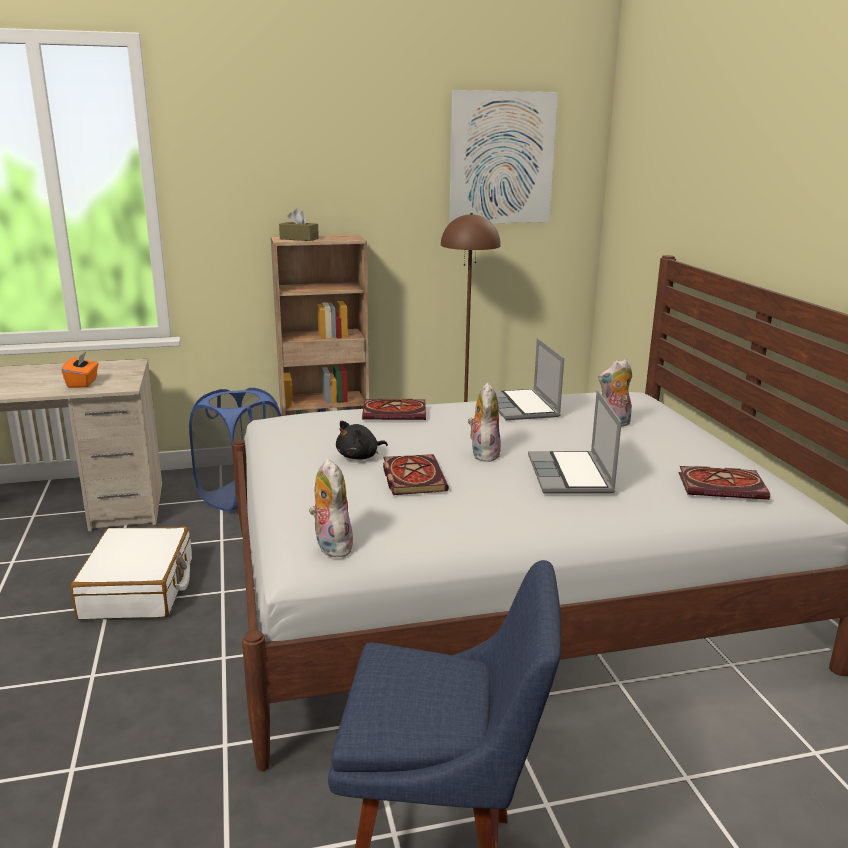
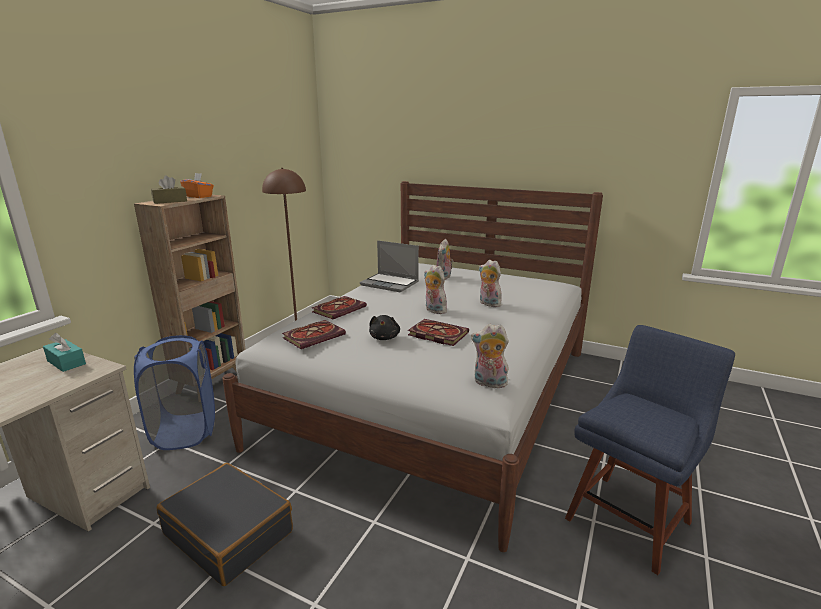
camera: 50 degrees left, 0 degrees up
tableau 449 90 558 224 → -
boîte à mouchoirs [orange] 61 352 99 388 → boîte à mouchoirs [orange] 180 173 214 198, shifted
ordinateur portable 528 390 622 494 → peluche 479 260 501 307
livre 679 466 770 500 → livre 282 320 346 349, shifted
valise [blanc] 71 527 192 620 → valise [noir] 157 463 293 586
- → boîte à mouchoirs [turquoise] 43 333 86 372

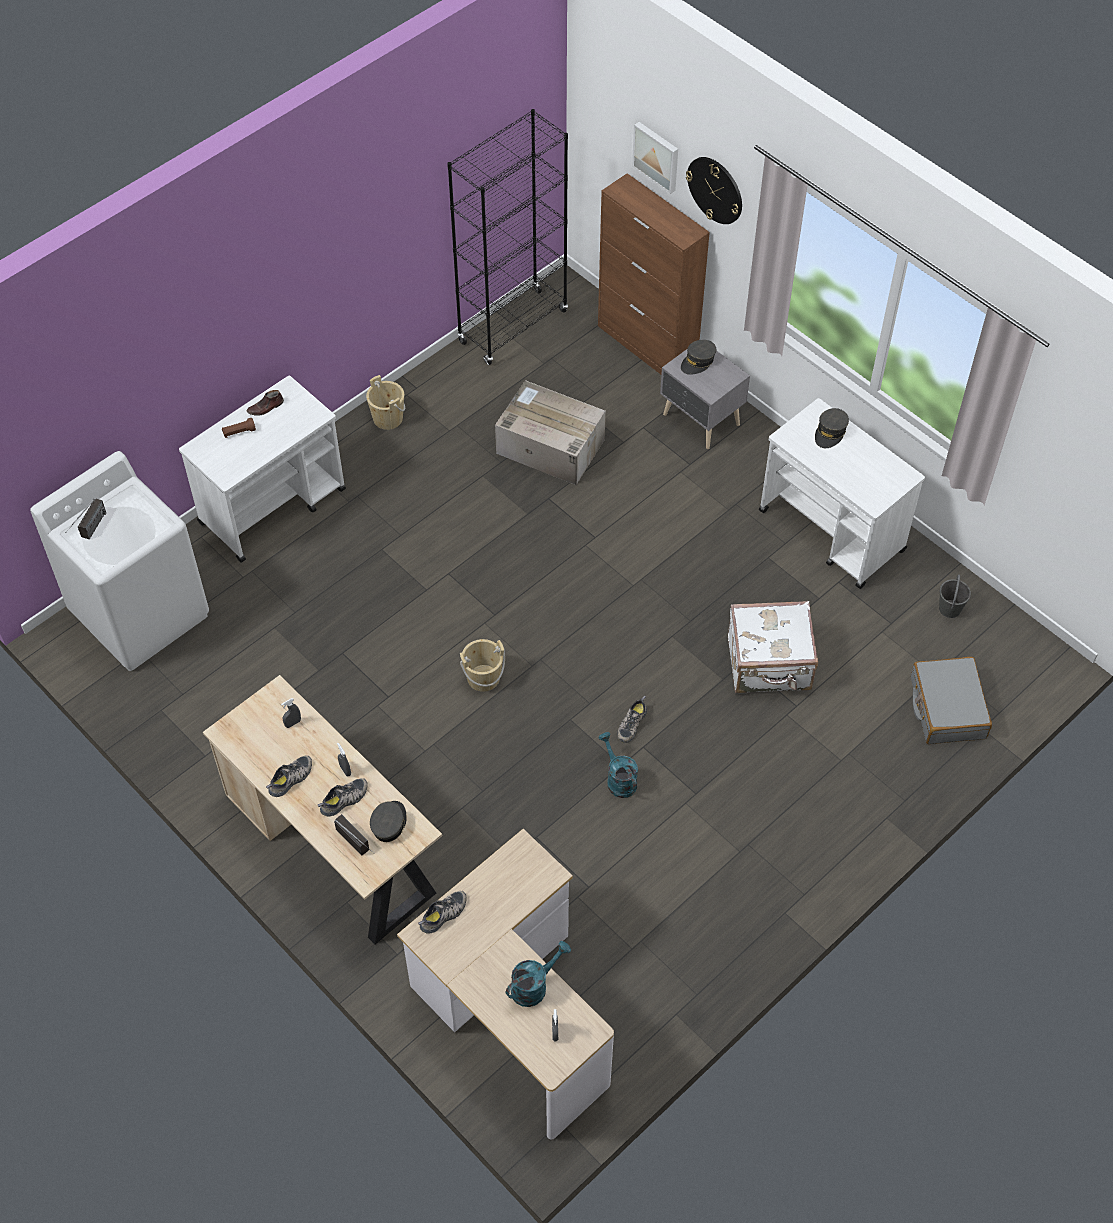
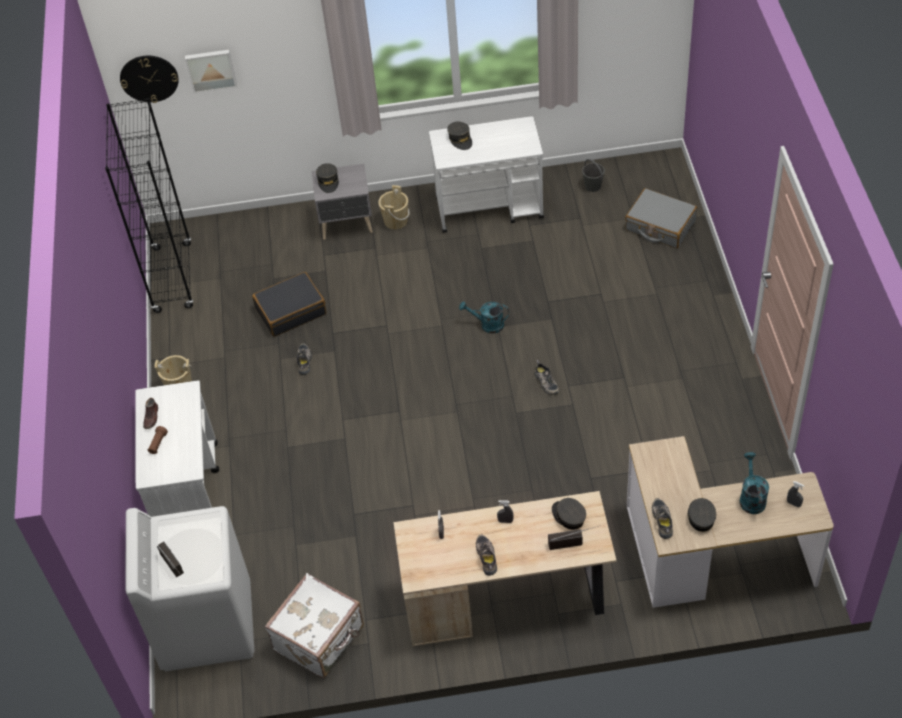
camera: 50 degrees left, 5 degrees down
horloge murale 686 157 742 224 → horloge murale 120 56 178 103, shifted
meuble de rangement [marron] 598 173 710 374 → -
carton 495 380 606 485 → valise [noir] 252 272 326 337
valise [blanc] 728 601 818 693 → valise [blanc] 265 573 364 678, shifted
seau [beige] 460 639 505 692 → seau [beige] 378 185 410 229, shifted
arrosoir [turquoise] 599 732 638 798 → arrosoir [turquoise] 459 301 509 334, shifted
chaussure 318 778 368 817 → chaussure 297 343 312 375, shifted
- → casquette [gris] 688 498 716 532

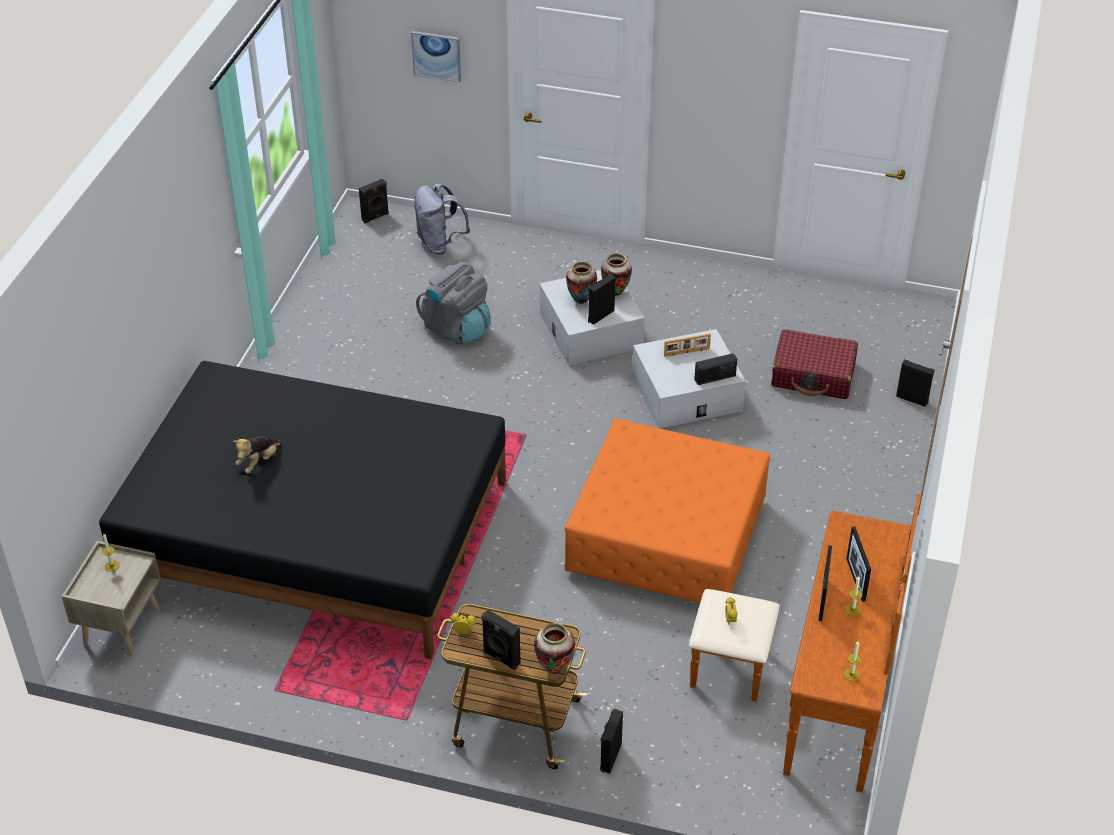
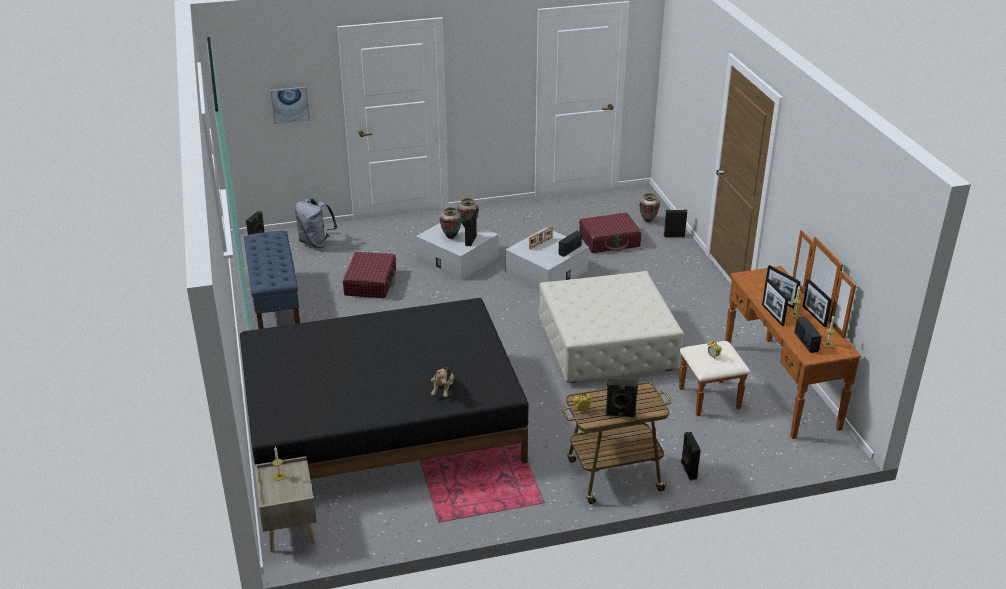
camera: 30 degrees left, 10 degrees down
sac à dos [gris] 416 262 491 345 → valise [rouge] 343 252 396 298
pouf [orange] 565 418 770 603 → pouf [beige] 539 271 684 383
peluche 233 437 282 473 → peluche 431 367 454 397, shifted
vase 534 623 575 674 → vase 639 193 660 223, shifted
- → banc [bleu] 244 231 300 329
- → cadre photo 803 279 832 327
- → radio 795 317 822 353

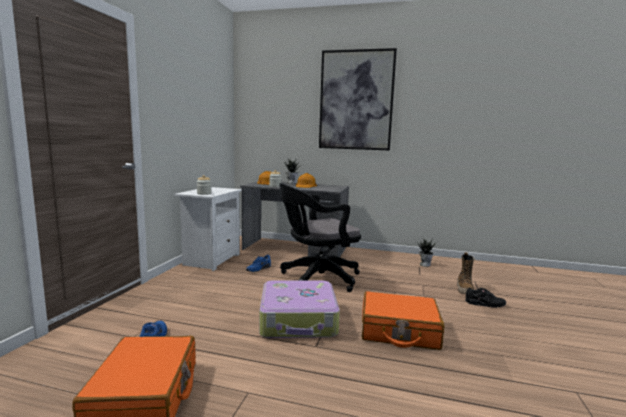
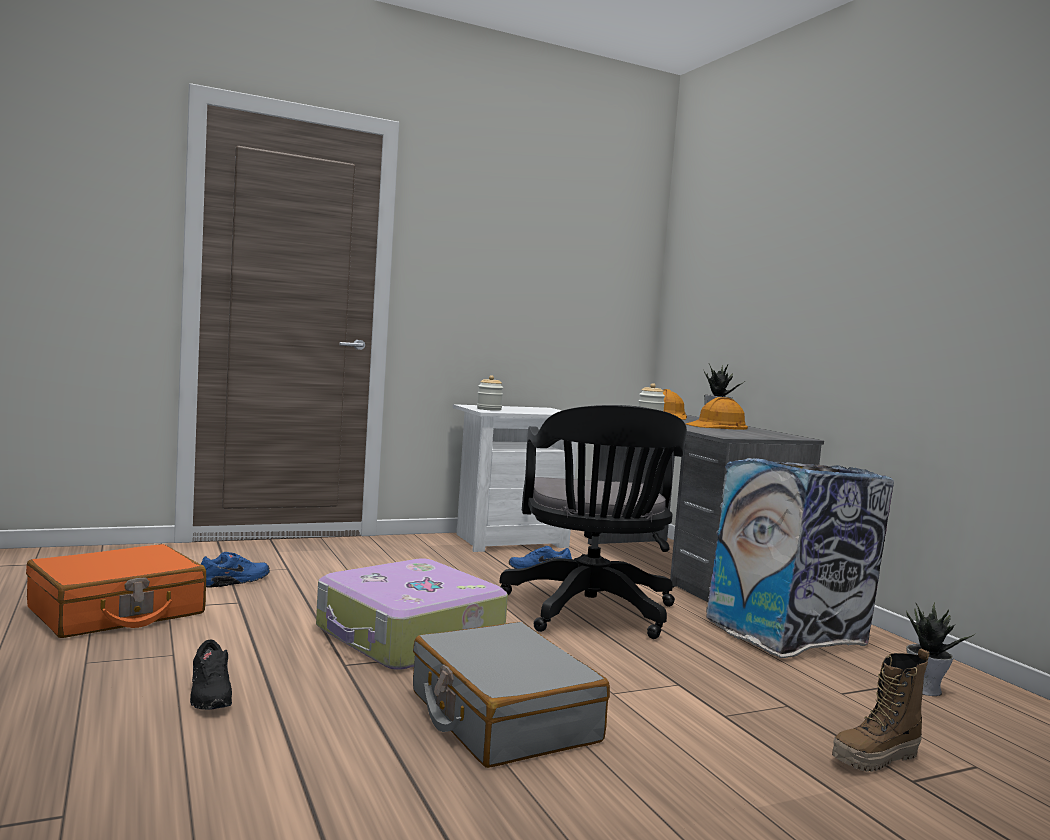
camera: 50 degrees right, 5 degrees down
tableau 319 48 397 151 → -
chaise de bureau [noir] 279 183 361 292 → chaise de bureau [noir] 499 405 687 639, 120 degrees counterclockwise
chaussure [noir] 465 288 506 308 → chaussure [noir] 190 640 232 710, shifted
valise [orange] 362 291 444 350 → valise [gris] 413 622 610 768
- → poubelle 706 458 894 658

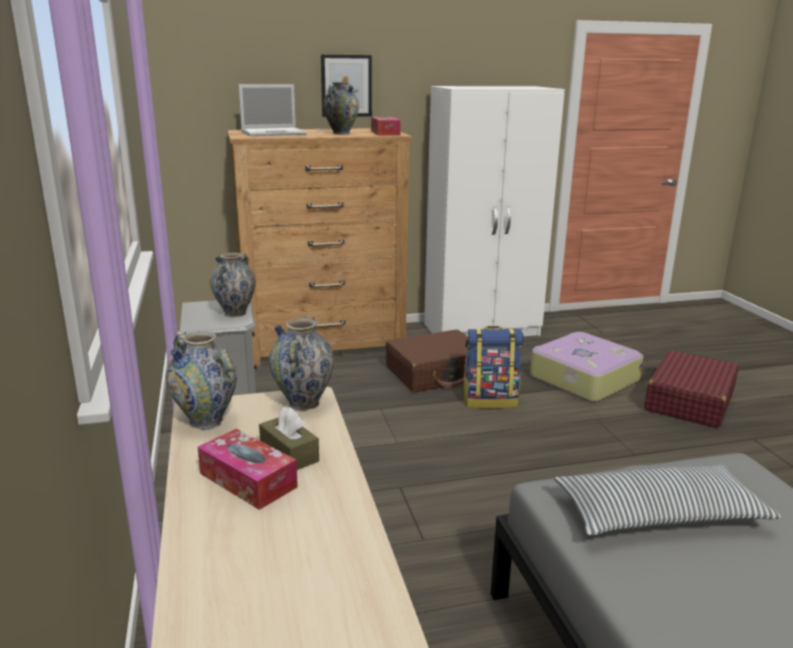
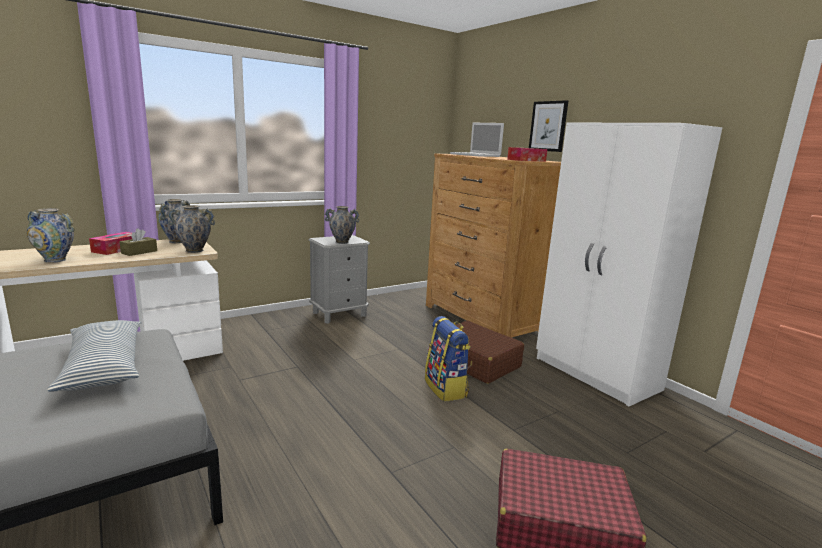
camera: 70 degrees right, 5 degrees down
vase 323 82 359 135 → vase 27 208 75 263, shifted
valise 530 332 643 402 → -

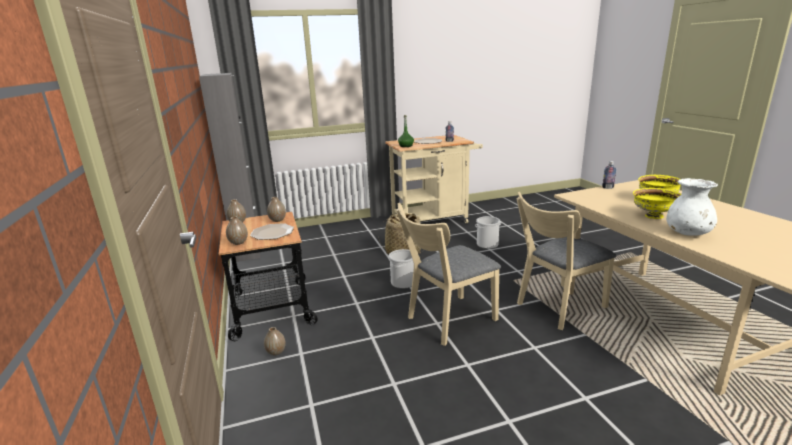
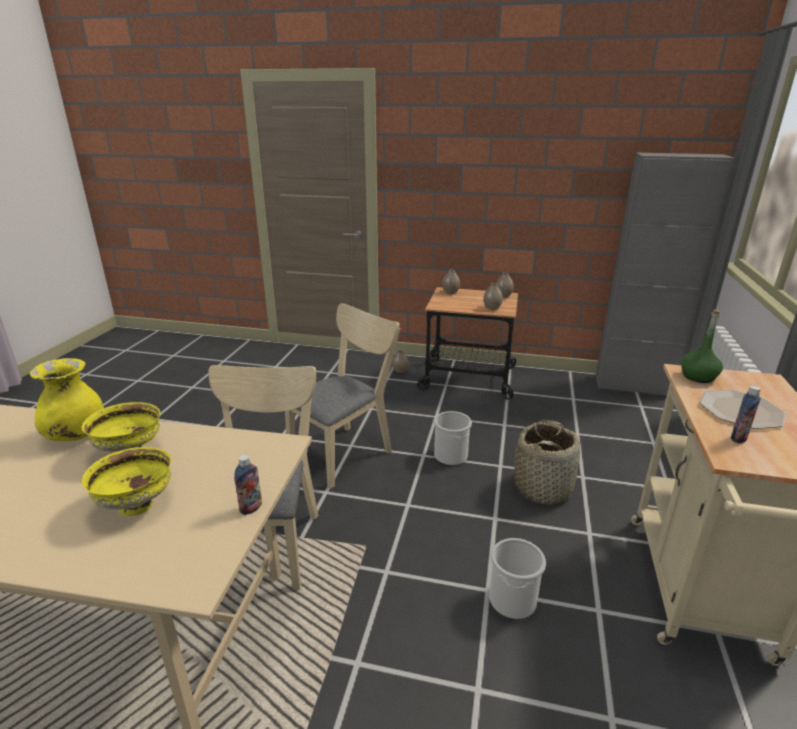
camera: 120 degrees right, 5 degrees up
vase [blanc] 666 178 718 236 → vase [jaune] 30 358 104 441
chaise [beige] 396 203 501 346 → chaise [beige] 285 303 400 488, 45 degrees clockwise
assiette 250 223 294 240 → -

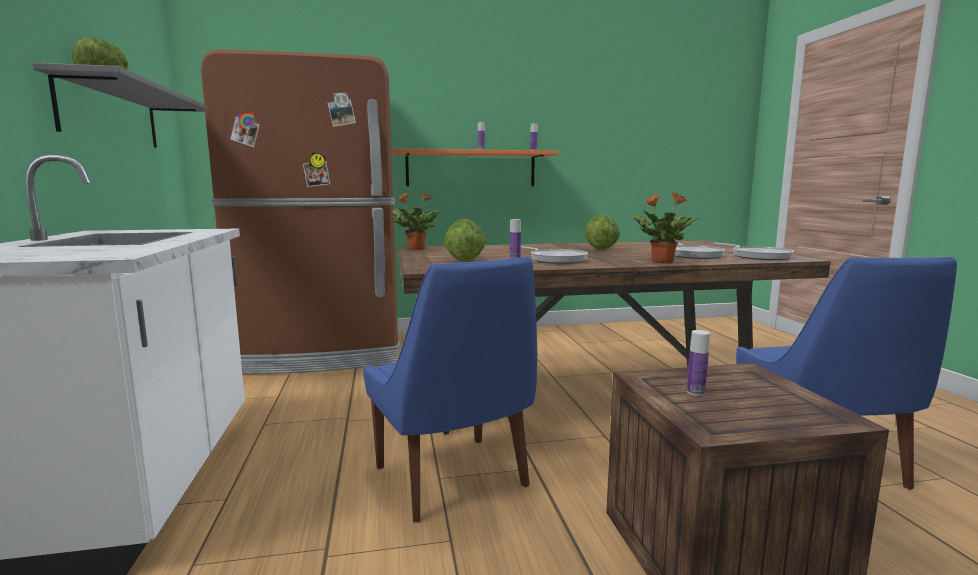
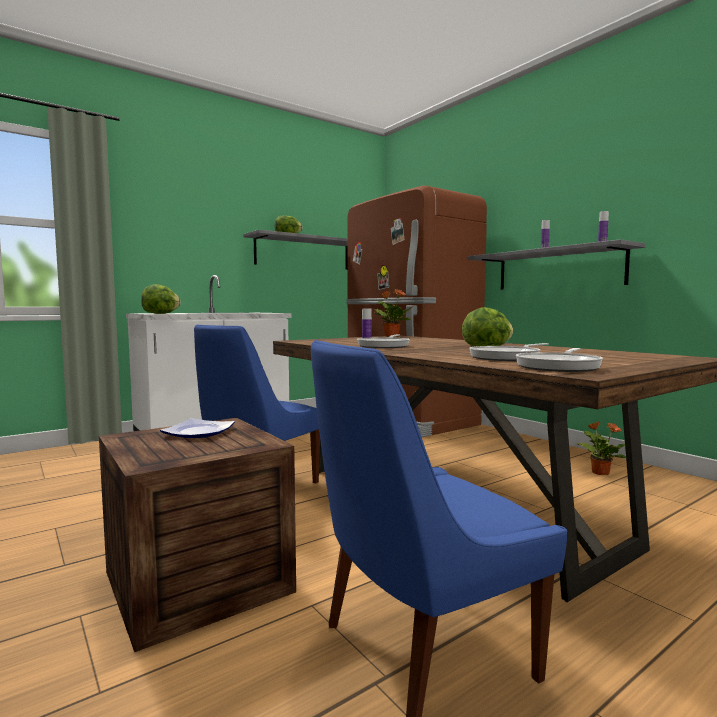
camera: 65 degrees right, 5 degrees down
étagère [orange] 392 148 559 186 → étagère [gris] 467 239 646 289
plante en pot 633 192 699 264 → plante en pot 576 422 626 475, shifted
laitue 444 219 486 262 → laitue 141 284 181 314, shifted
bouteille 687 330 710 396 → assiette 160 418 235 438

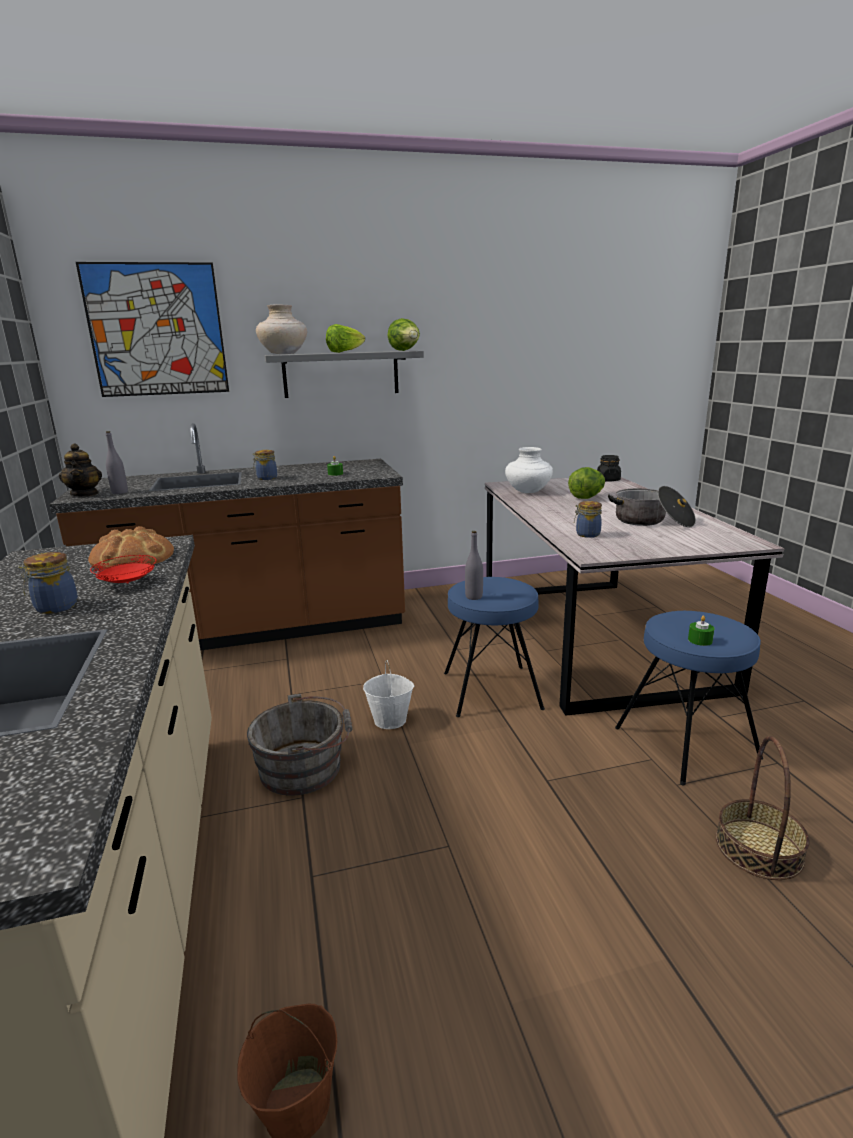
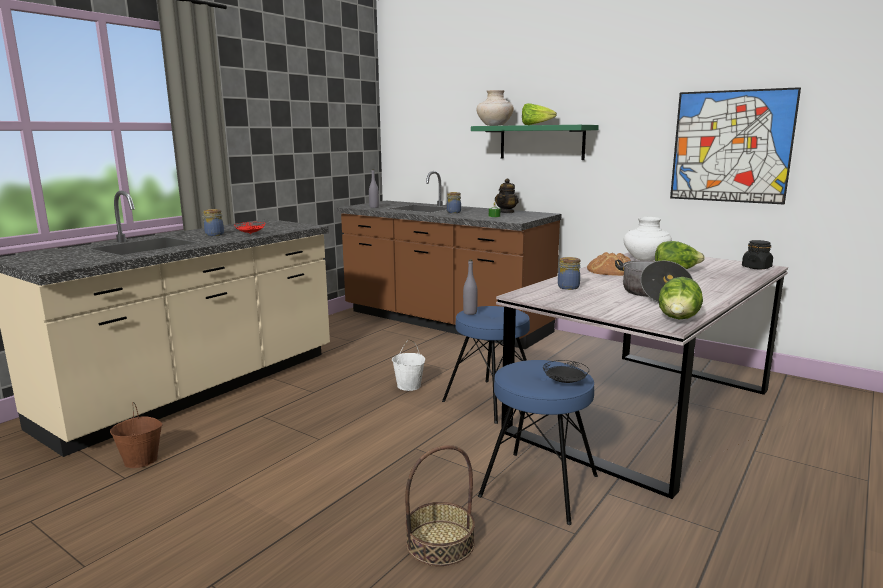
camera: 50 degrees right, 5 degrees down
tableau 76 262 229 397 → tableau 670 87 801 205, shifted
laitue 388 318 420 351 → laitue 659 277 703 319, shifted
étagère [gris] 264 351 424 398 → étagère [vert] 471 125 599 160
théière 59 443 102 496 → théière 495 178 519 213, shifted
pain 88 526 174 570 → pain 587 252 630 276, shifted
bougie [vert] 688 615 715 646 → -
seau [gris] 247 694 353 795 → -
- → assiette [noir] 543 360 589 383

